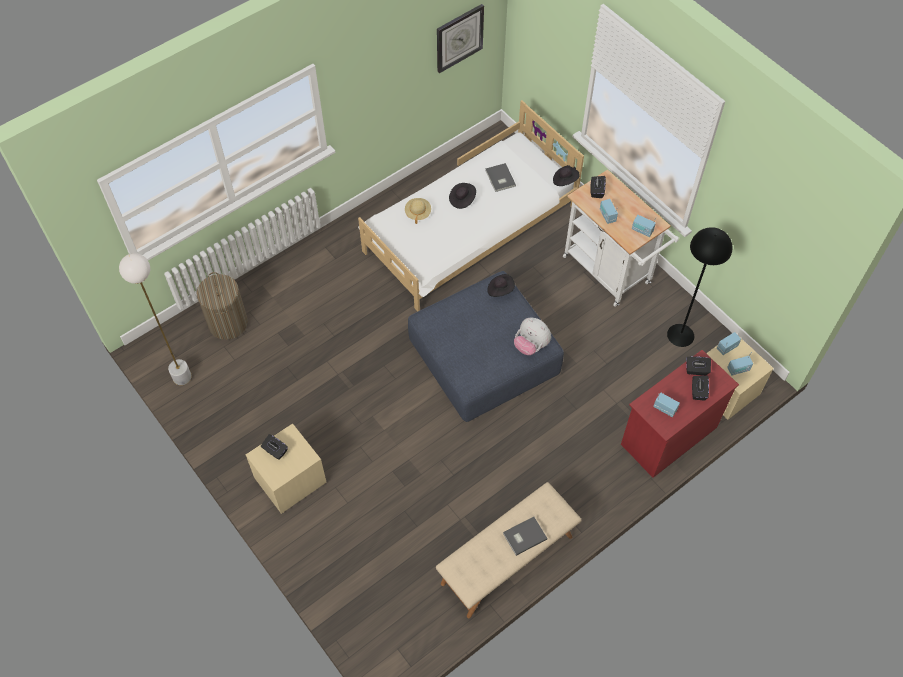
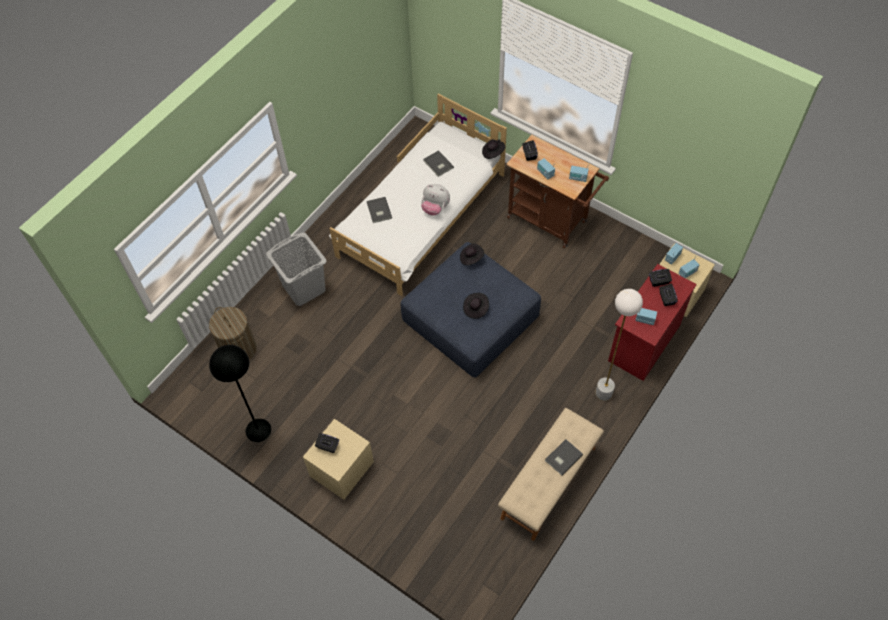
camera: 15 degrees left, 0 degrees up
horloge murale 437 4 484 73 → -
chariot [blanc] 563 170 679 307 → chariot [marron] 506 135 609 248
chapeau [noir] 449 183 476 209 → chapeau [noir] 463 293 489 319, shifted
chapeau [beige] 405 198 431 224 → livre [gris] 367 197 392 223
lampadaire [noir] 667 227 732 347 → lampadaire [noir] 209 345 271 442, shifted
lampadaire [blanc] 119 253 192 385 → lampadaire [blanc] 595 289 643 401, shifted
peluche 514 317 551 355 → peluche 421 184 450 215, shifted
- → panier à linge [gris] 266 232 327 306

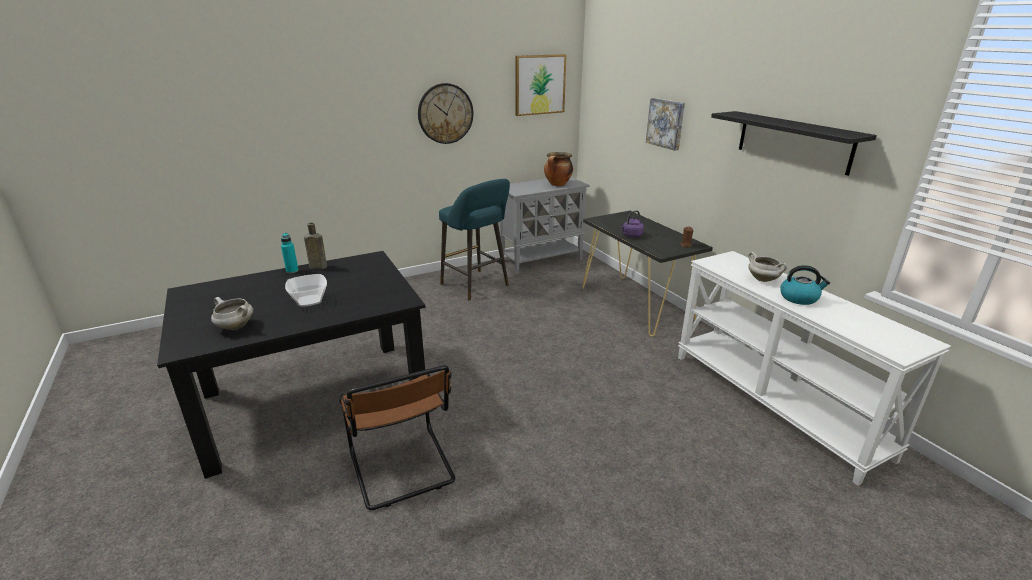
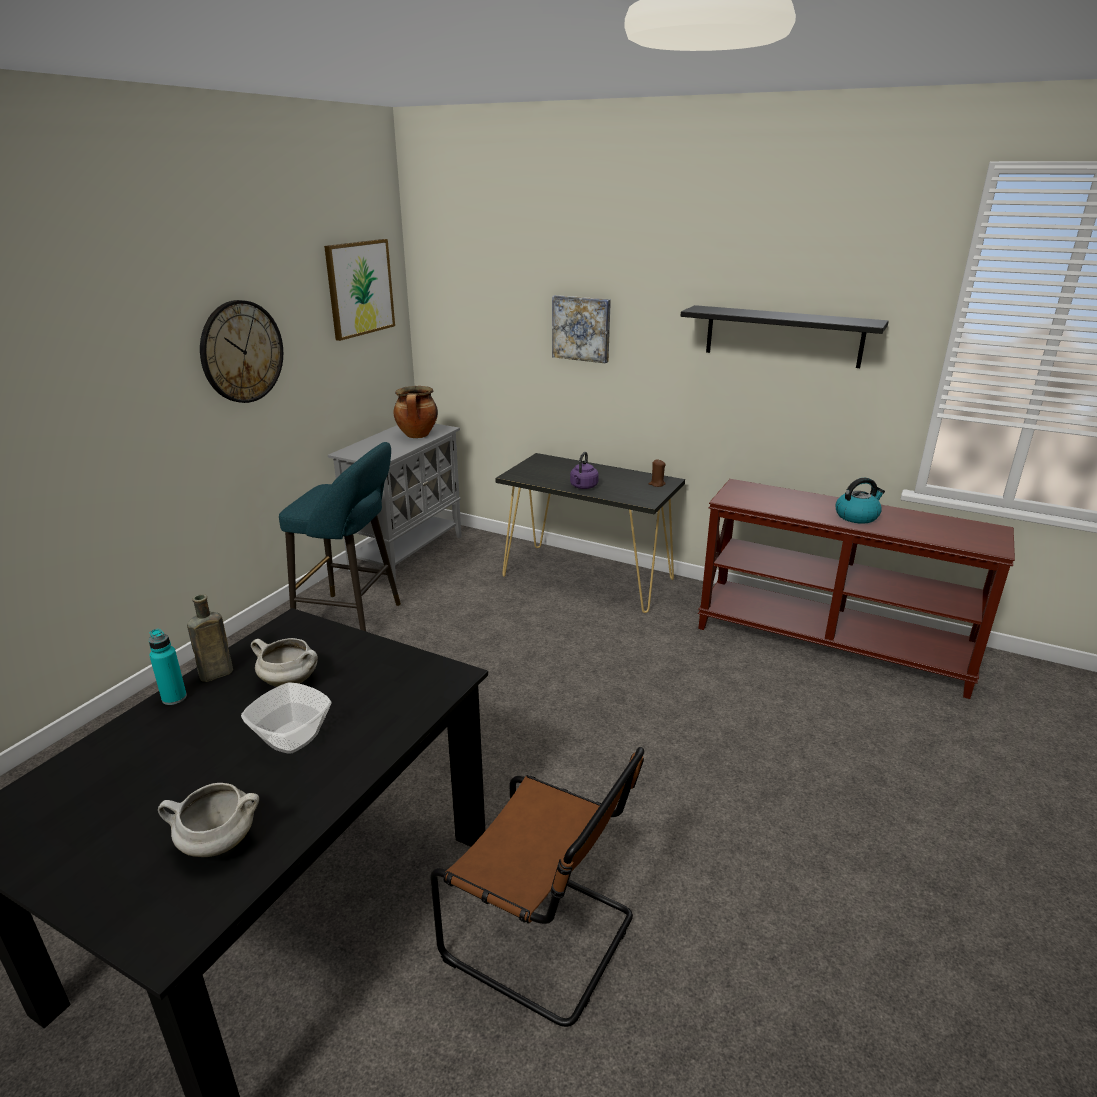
camera: 35 degrees left, 0 degrees up
table console [blanc] 678 251 951 486 → table console [marron] 698 479 1015 699
marmite [blanc] 748 252 787 282 → marmite [blanc] 251 638 318 687, shifted

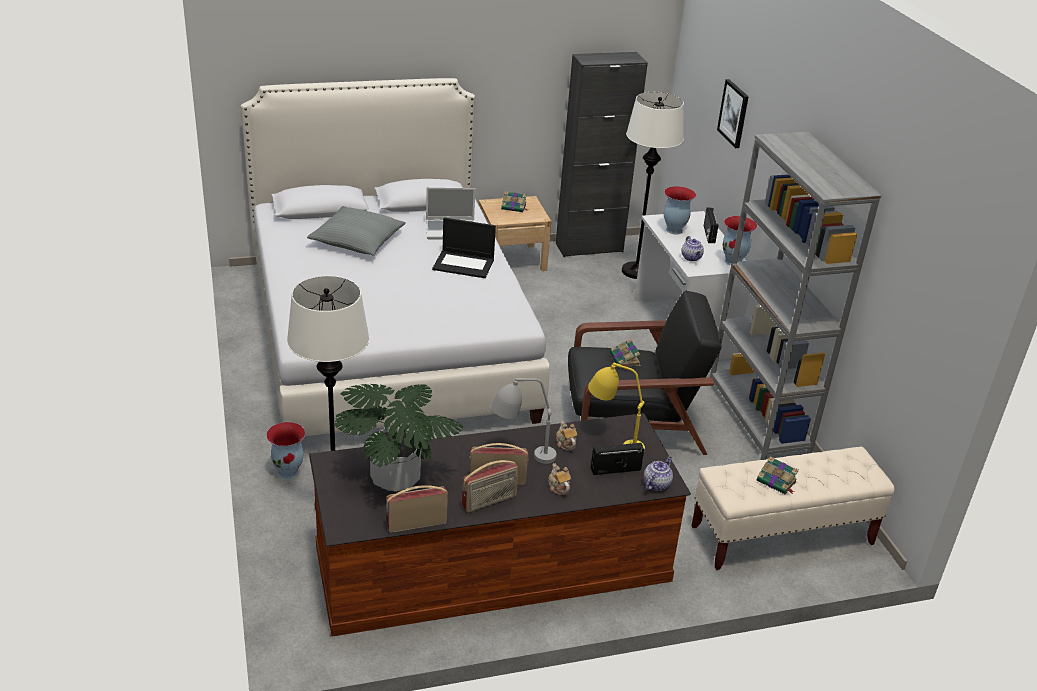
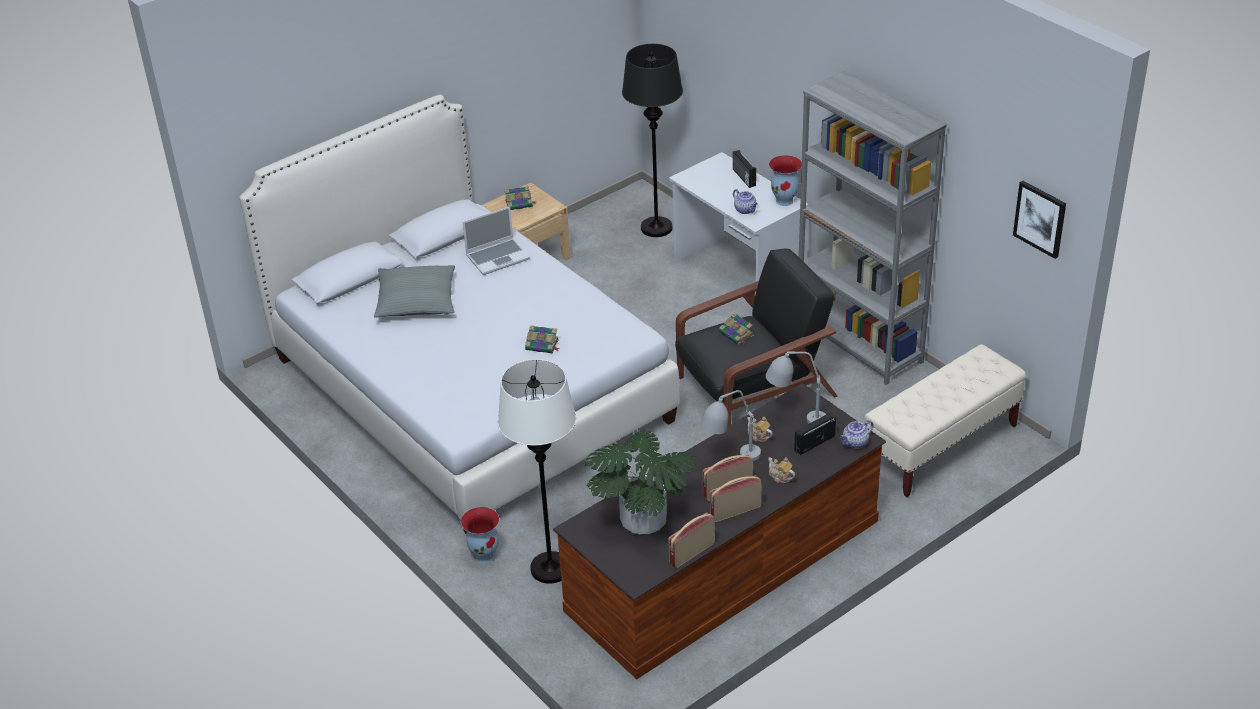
camera: 20 degrees left, 5 degrees up
meuble de rangement [noir] 556 52 648 257 → -
tableau 717 79 749 148 → tableau 1013 181 1066 259, shifted
lampadaire [blanc] 622 92 684 279 → lampadaire [noir] 622 44 683 237
vase 664 186 696 235 → -
ordinateur portable 432 218 496 278 → -
lampe de table [jaune] 588 362 645 451 → lampe de table [gris] 766 351 826 424
théière 644 456 673 491 → théière 839 420 873 449, 135 degrees counterclockwise
livre 757 456 799 494 → livre 525 325 560 353, shifted
radio 462 460 519 512 → radio 710 475 762 522, 150 degrees counterclockwise

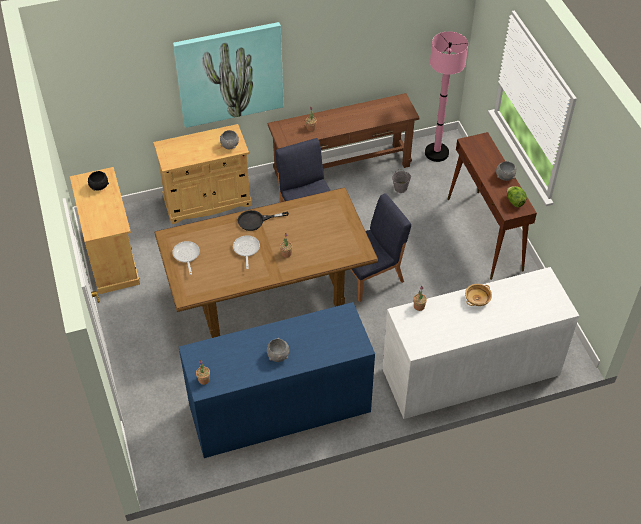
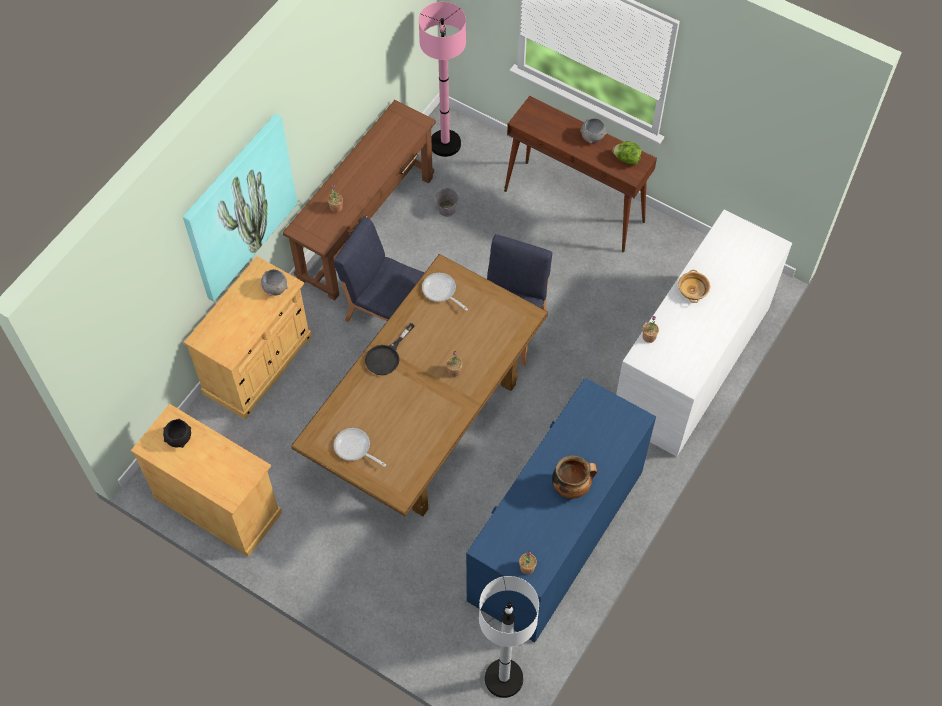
camera: 40 degrees left, 10 degrees up
poêle 233 235 260 269 → poêle 422 273 468 311, shifted
bol [gris] 267 338 289 362 → marmite 552 455 597 499
- → lampadaire [blanc] 479 576 539 698

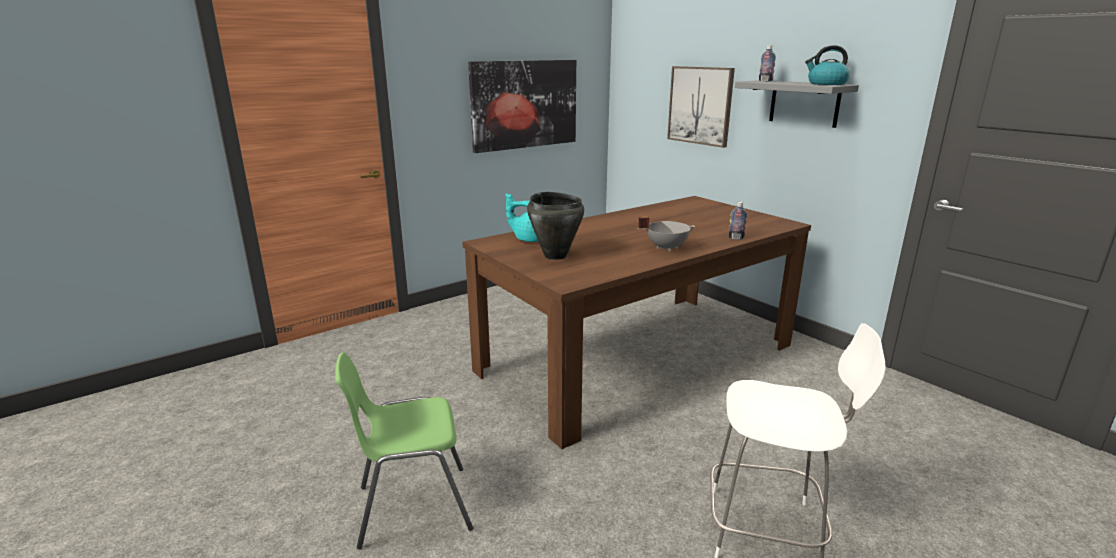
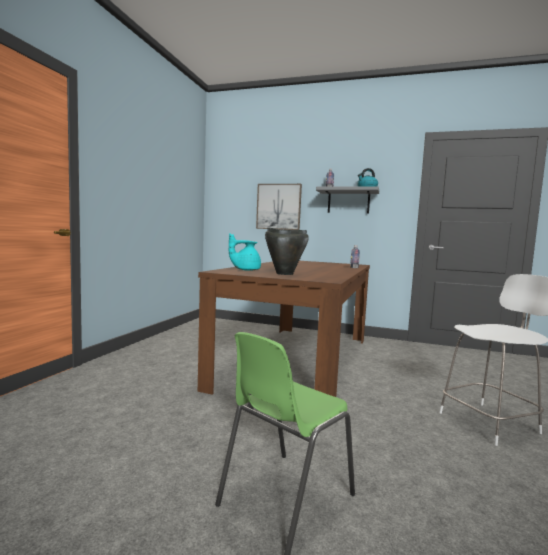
camera: 35 degrees left, 15 degrees down
tableau 468 60 576 153 → -
marmite [gris] 637 217 695 251 → -

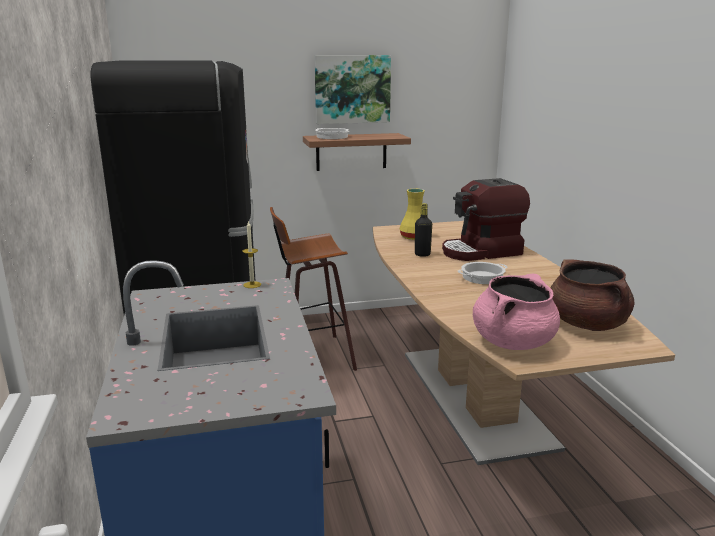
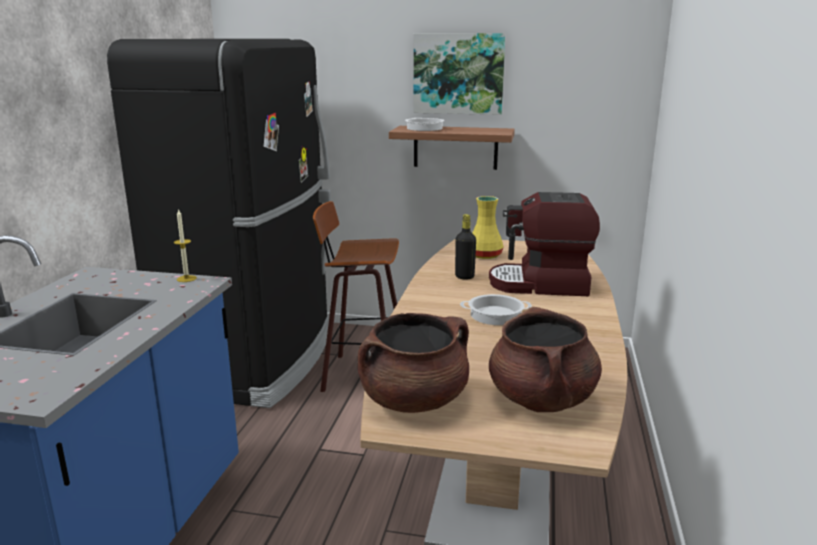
camera: 25 degrees right, 0 degrees up
marmite [rose] 473 274 560 350 → marmite [marron] 358 313 469 413

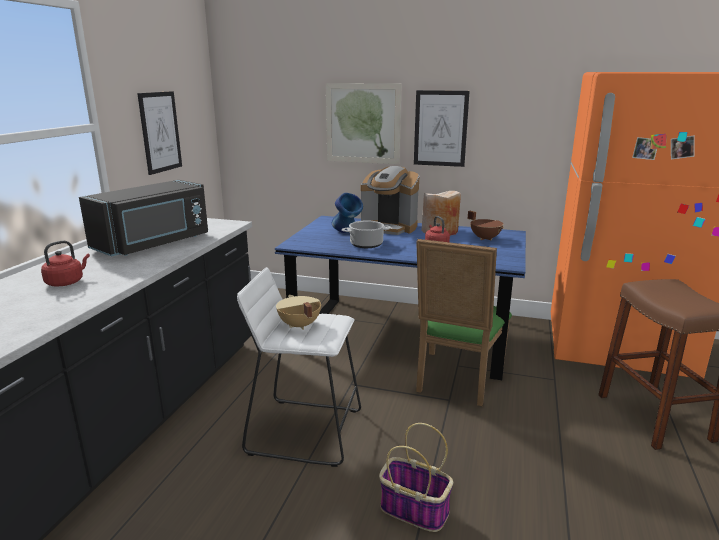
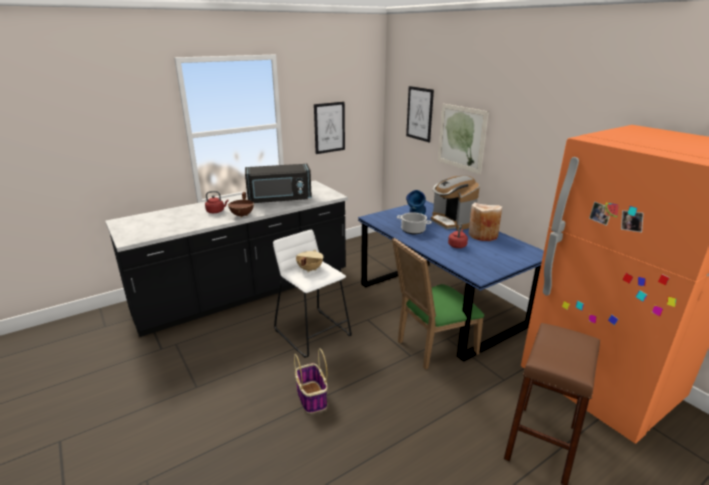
camera: 40 degrees right, 5 degrees up
tableau 414 90 469 167 → tableau 406 86 434 142, shifted
marmite [marron] 468 211 504 240 → marmite [marron] 228 192 254 218, shifted

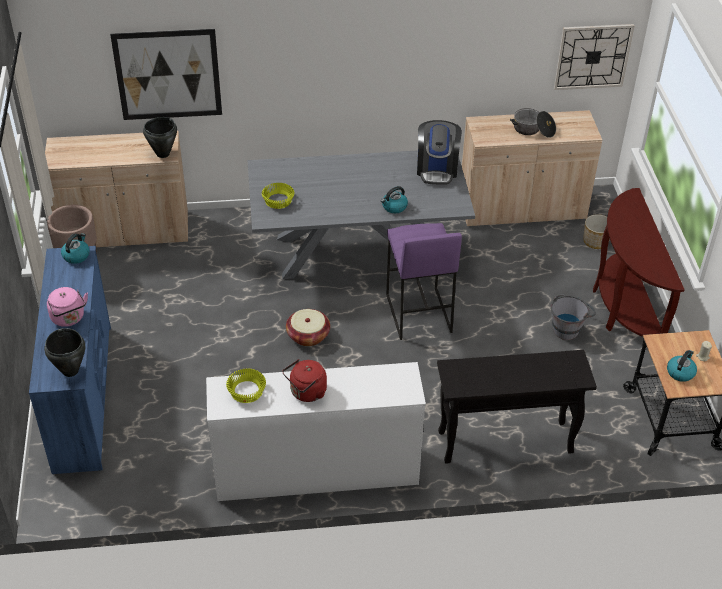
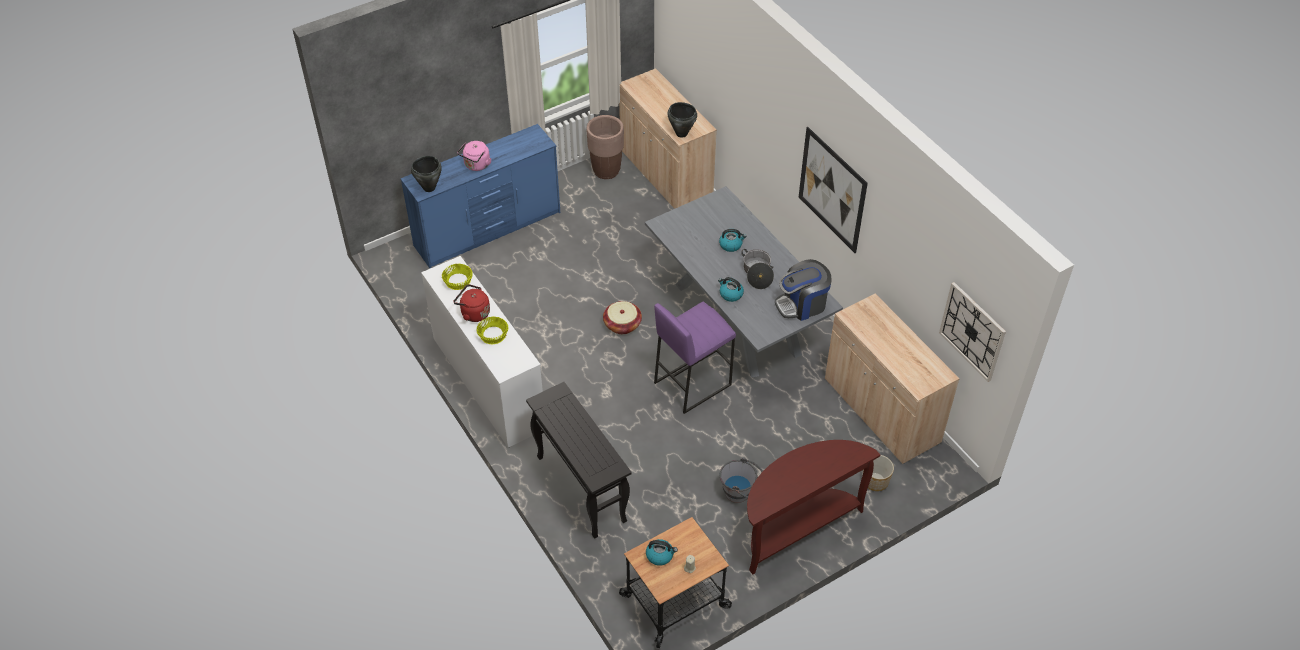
camera: 65 degrees right, 5 degrees up
tableau 110 29 222 120 → tableau 799 127 868 253, shifted
marmite 510 108 556 138 → marmite 741 249 774 289, shifted
bol [jaune] 262 183 294 209 → bol [jaune] 476 317 508 344, shifted
bouilloire 61 233 90 264 → bouilloire 719 229 746 252, shifted

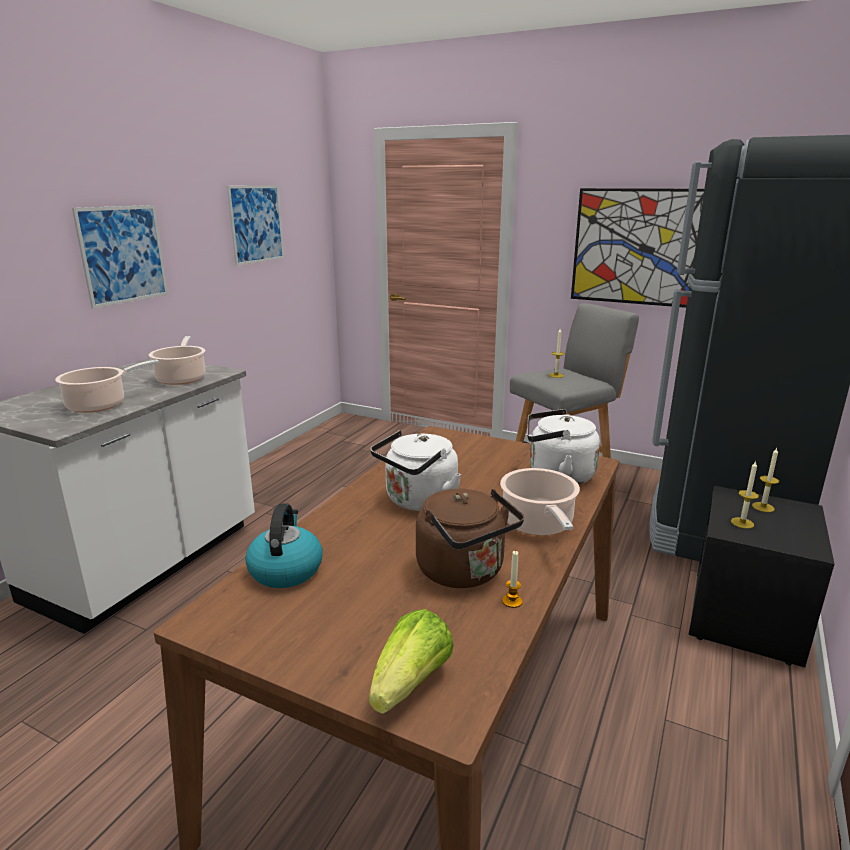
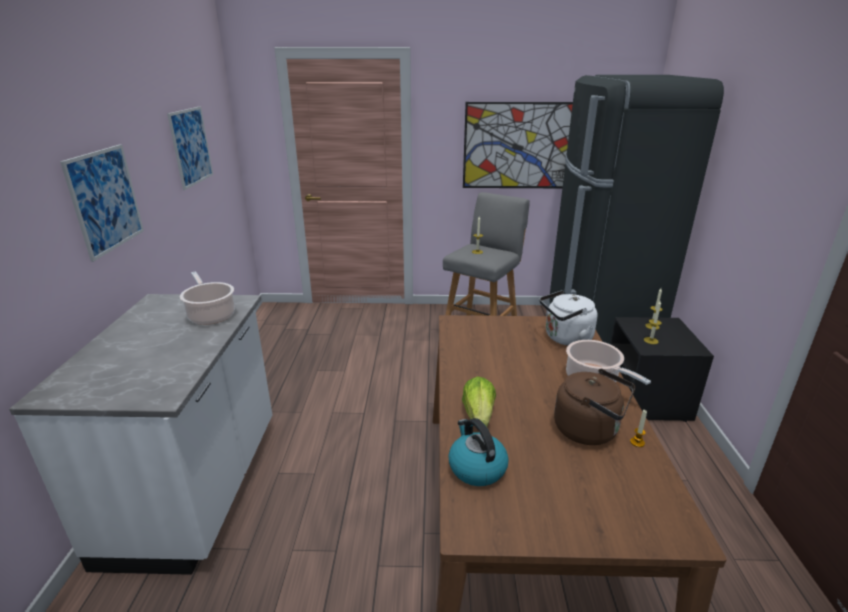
camera: 25 degrees left, 5 degrees up
marmite 55 359 159 413 → -
bouilloire [blanc] 370 430 461 511 → -
laitue 369 609 453 714 → laitue 462 376 496 427, shifted

